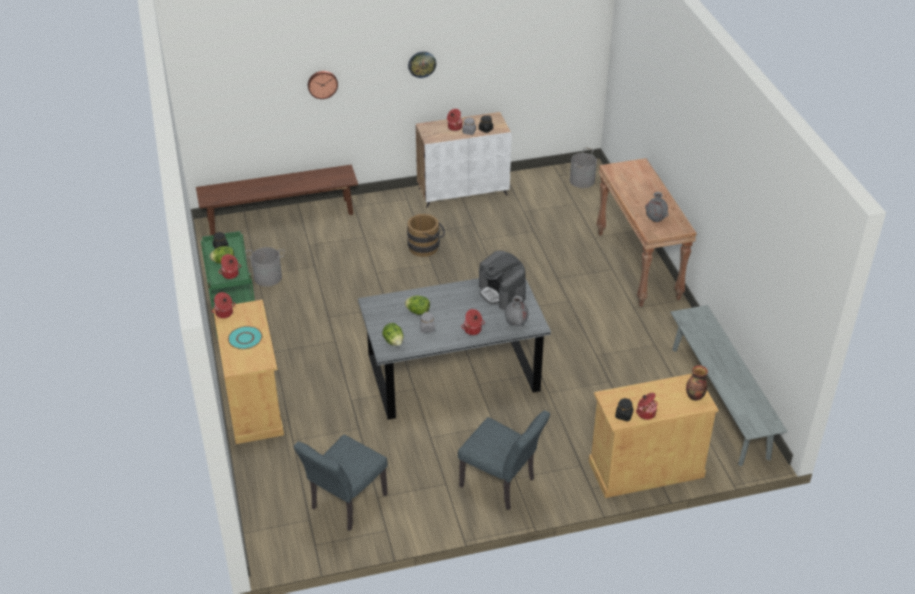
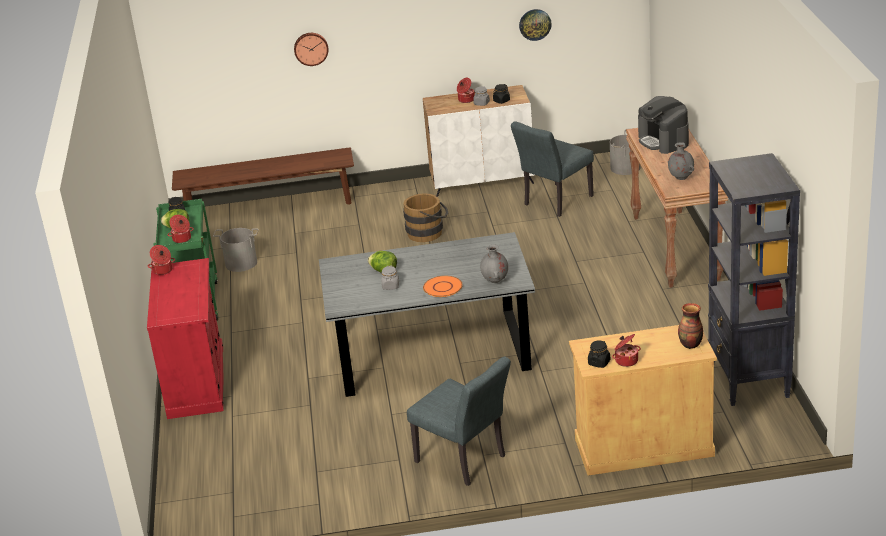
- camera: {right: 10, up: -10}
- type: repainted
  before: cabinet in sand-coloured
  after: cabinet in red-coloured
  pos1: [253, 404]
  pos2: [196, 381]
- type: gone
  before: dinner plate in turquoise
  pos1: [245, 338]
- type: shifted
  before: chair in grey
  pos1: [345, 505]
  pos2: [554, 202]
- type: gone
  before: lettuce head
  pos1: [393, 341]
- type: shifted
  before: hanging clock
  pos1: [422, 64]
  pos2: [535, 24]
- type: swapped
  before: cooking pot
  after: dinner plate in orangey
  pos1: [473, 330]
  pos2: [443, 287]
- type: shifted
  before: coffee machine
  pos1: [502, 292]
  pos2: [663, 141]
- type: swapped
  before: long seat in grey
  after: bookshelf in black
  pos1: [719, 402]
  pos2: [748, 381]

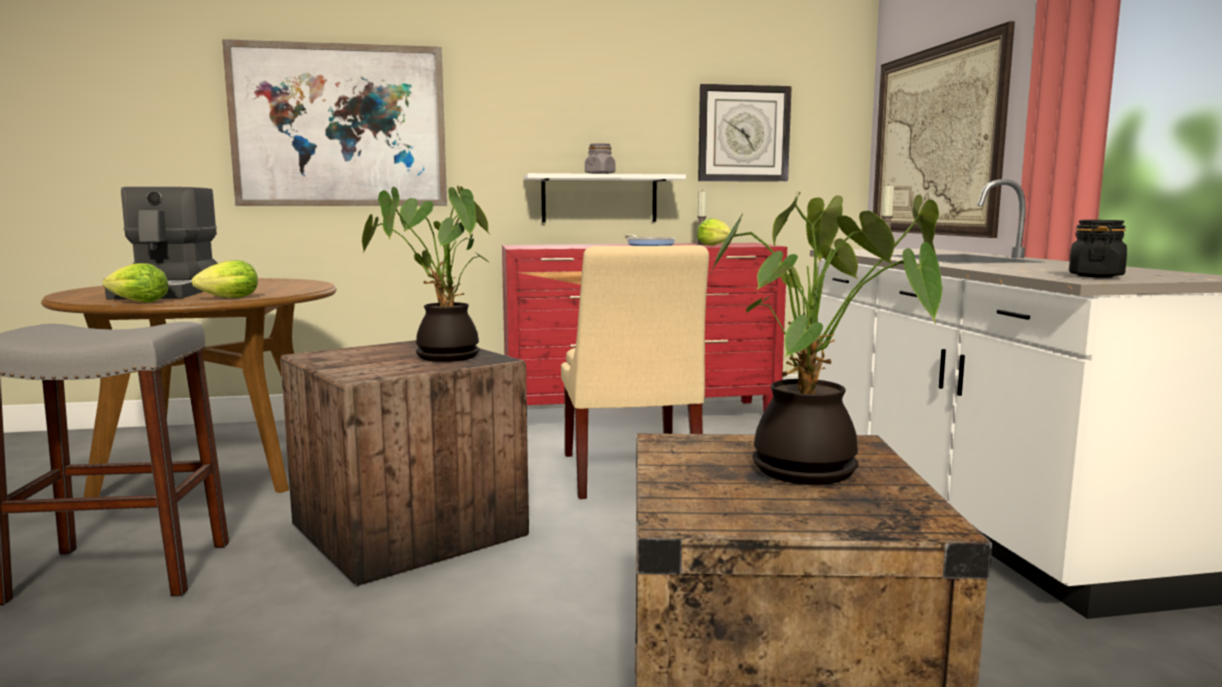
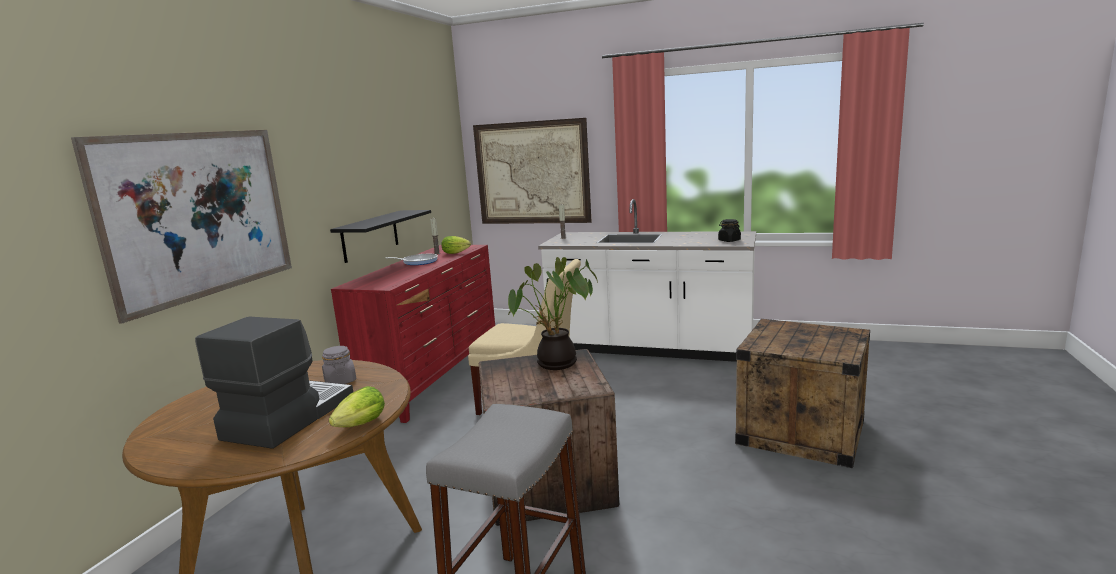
- camera: {right: -60, up: 5}
- type: rotated
  before: coffee machine
  pos1: [170, 292]
  pos2: [287, 417]
  turn: -90
- type: gone
  before: lettuce head
  pos1: [226, 298]
- type: repainted
  before: shelf in whitish
  after: shelf in black
  pos1: [599, 198]
  pos2: [370, 236]
- type: shifted
  before: preserve jar in grey
  pos1: [600, 174]
  pos2: [340, 381]
- type: gone
  before: hanging clock
  pos1: [743, 134]
- type: gone
  before: houseplant
  pos1: [813, 472]

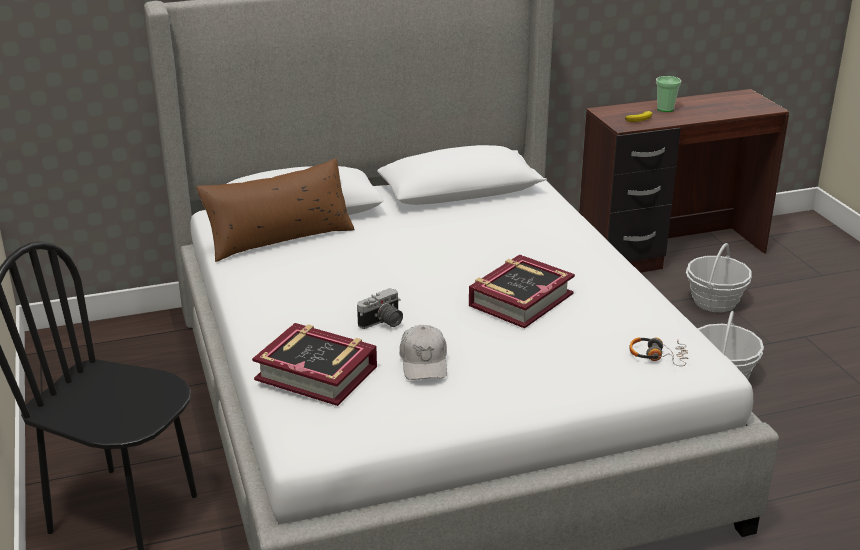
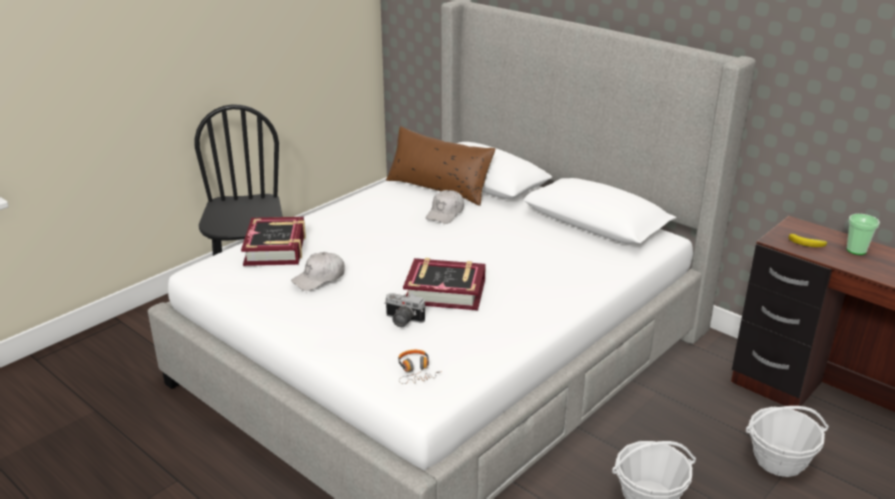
- camera: {right: 60, up: 0}
- type: shifted
  before: still camera
  pos1: [383, 323]
  pos2: [402, 321]
- type: new
  after: peaked cap in whitish
  pos2: [445, 213]

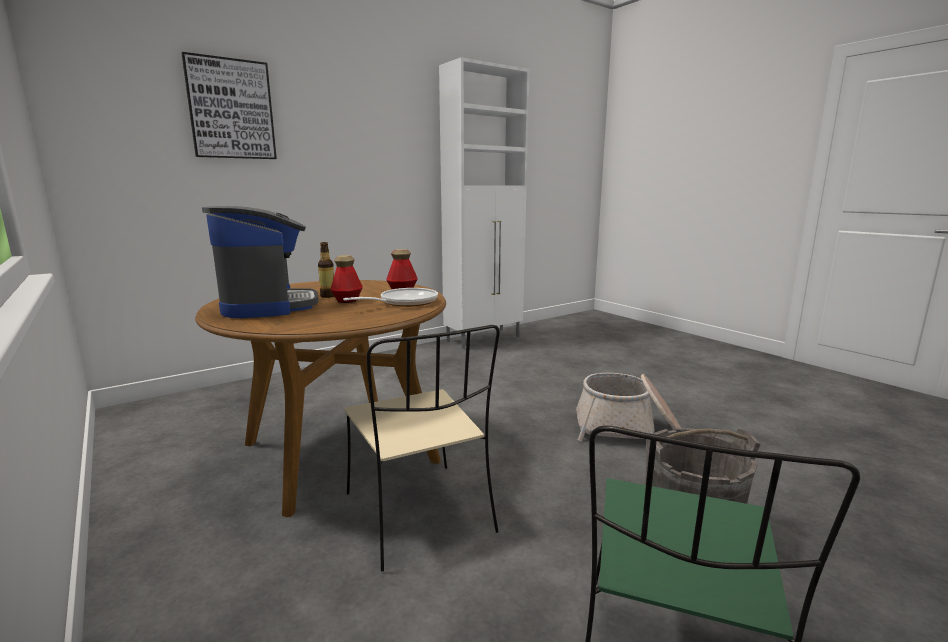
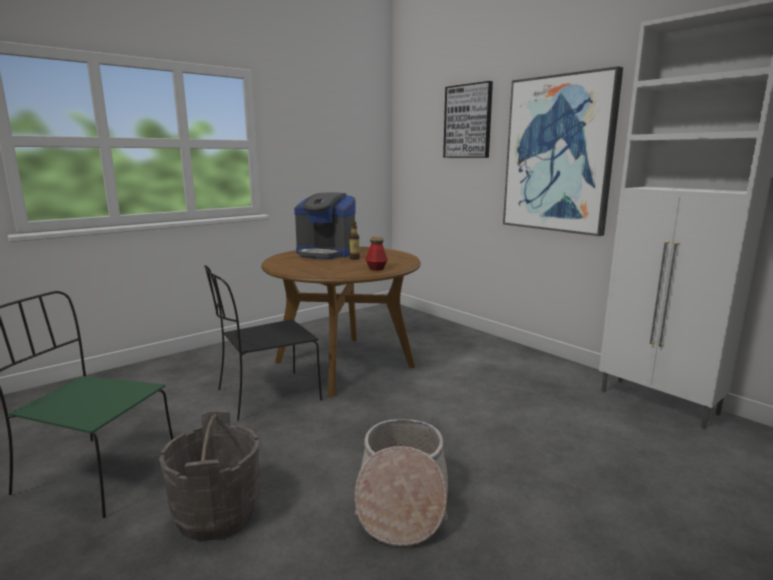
- camera: {right: 85, up: 0}
- type: rotated
  before: coffee machine
  pos1: [268, 306]
  pos2: [326, 253]
  turn: 45
- type: gone
  before: bottle
  pos1: [347, 300]
- type: gone
  before: frying pan
  pos1: [404, 302]
- type: repainted
  before: chair in sand-coloured
  after: chair in black
  pos1: [420, 515]
  pos2: [266, 396]
- type: new
  after: picture
  pos2: [558, 155]

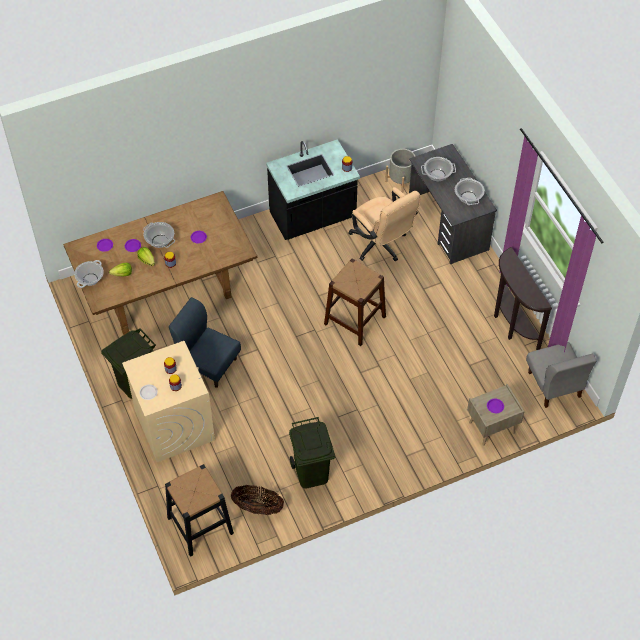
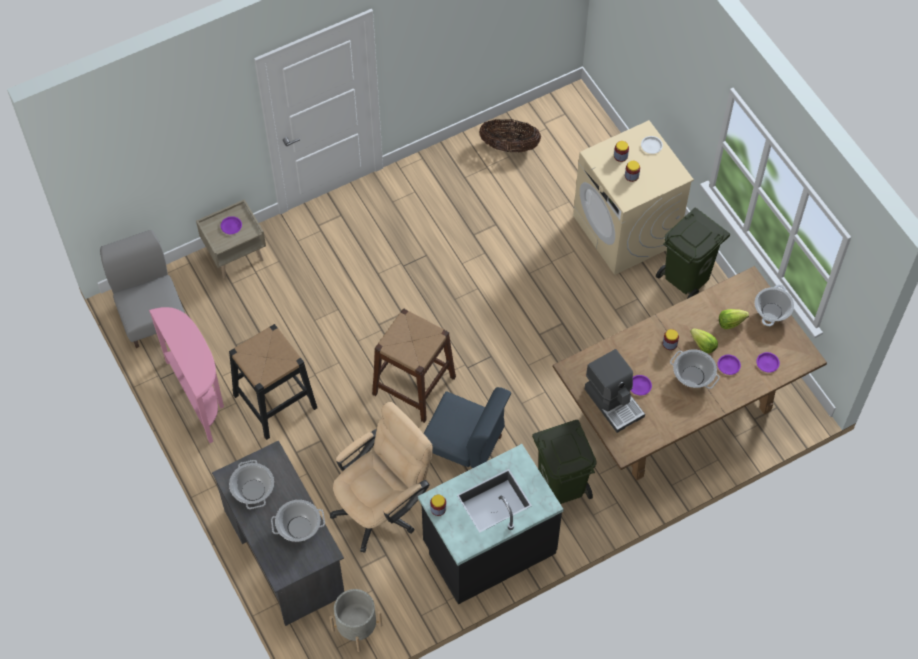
- camera: {right: 175, up: 5}
- type: shifted
  before: stool seat in black
  pos1: [200, 525]
  pos2: [275, 401]
- type: shifted
  before: chair in bluish
  pos1: [208, 363]
  pos2: [465, 447]
- type: shifted
  before: trash can in green-coloured
  pos1: [311, 473]
  pos2: [562, 485]
- type: rotated
  before: office chair in sand-coloured
  pos1: [381, 245]
  pos2: [383, 506]
  turn: 90
- type: repainted
  before: hall table in brownish
  after: hall table in pinkish
  pos1: [512, 324]
  pos2: [200, 395]
- type: new
  after: coffee machine
  pos2: [614, 401]

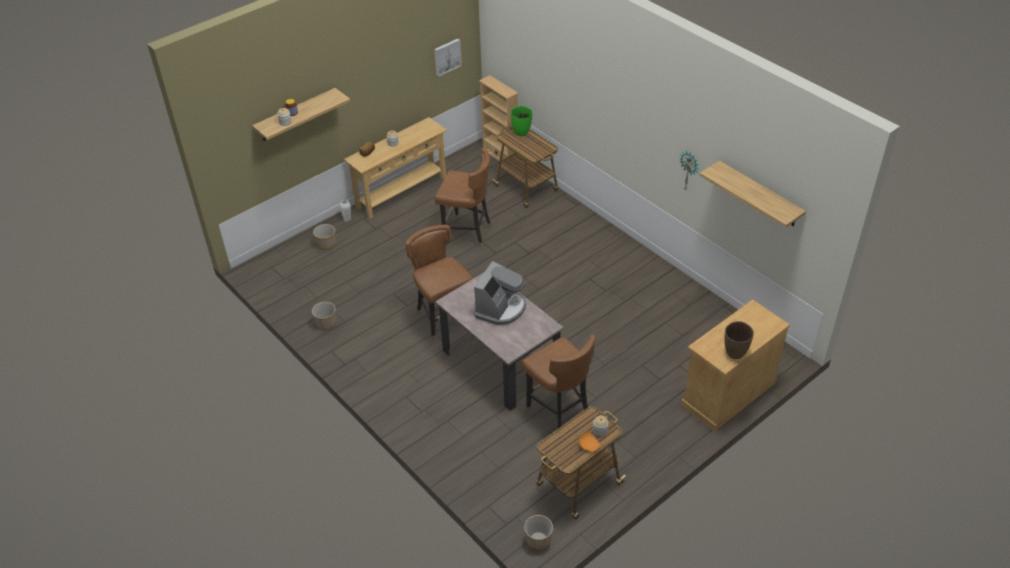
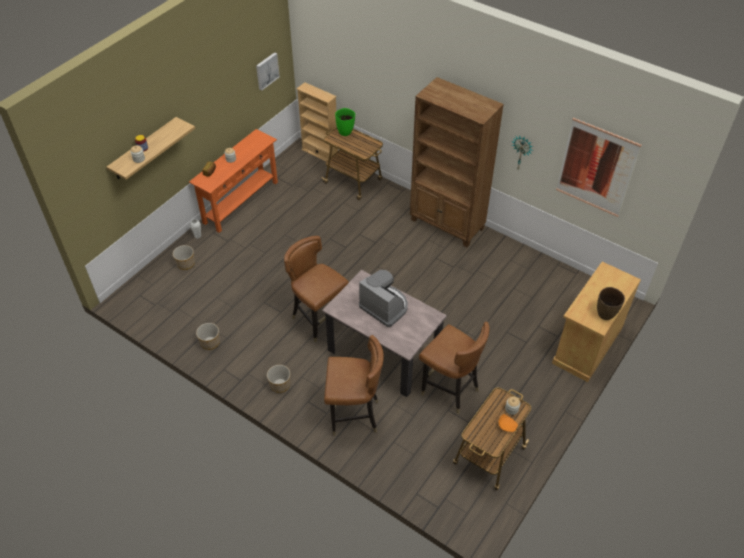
- camera: {right: -15, up: 5}
- type: repainted
  before: hall table in sand-coloured
  after: hall table in orangey
  pos1: [401, 192]
  pos2: [240, 202]
- type: shifted
  before: chair in brownish
  pos1: [467, 234]
  pos2: [354, 416]
- type: rotated
  before: coffee machine
  pos1: [501, 308]
  pos2: [384, 306]
  turn: -60
- type: shifted
  before: flower pot
  pos1: [538, 540]
  pos2: [280, 385]
- type: swapped
  before: shelf
  after: picture
  pos1: [759, 194]
  pos2: [596, 167]
- type: new
  after: bookshelf in brownish
  pos2: [447, 224]

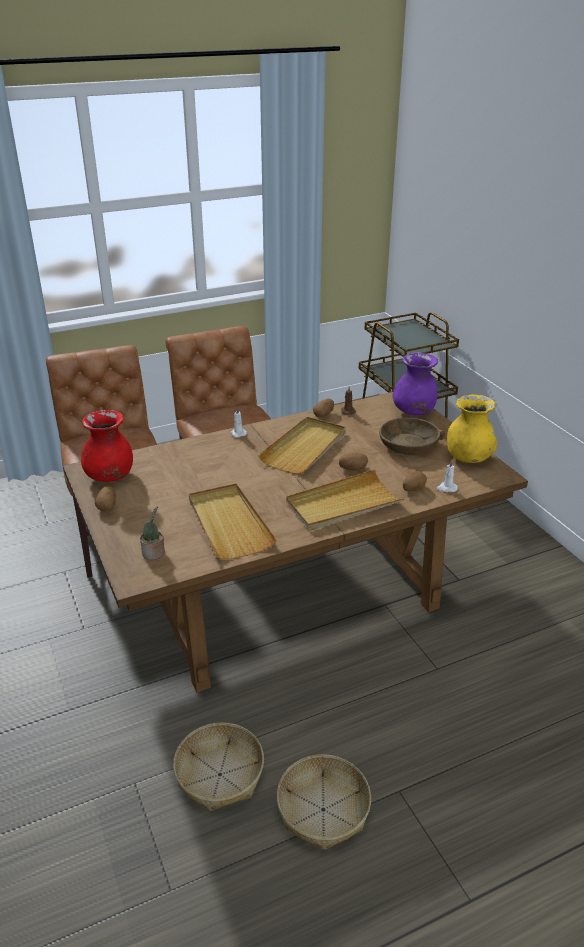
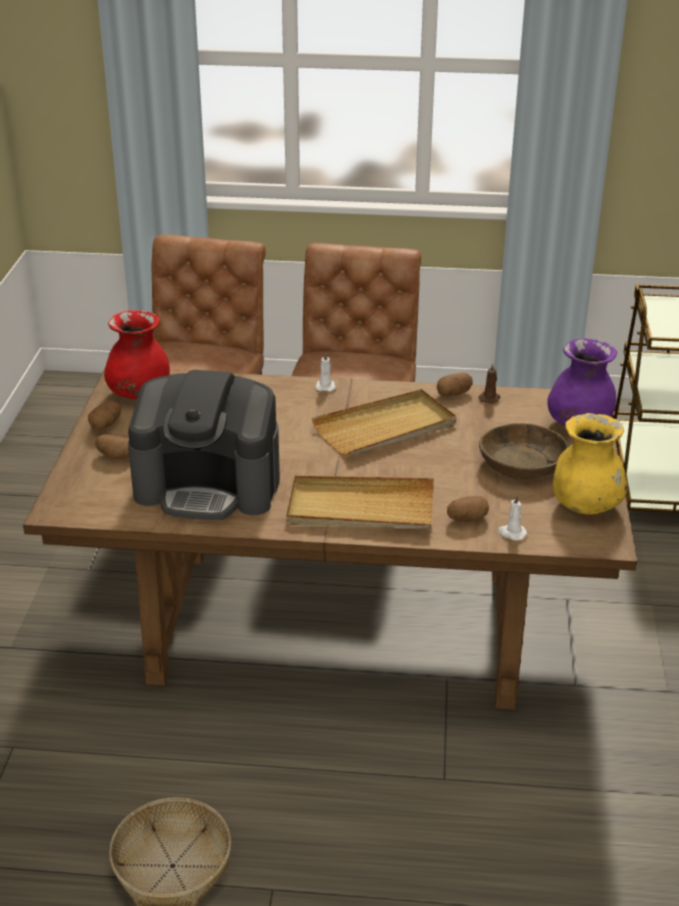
- camera: {right: 30, up: 0}
- type: gone
  before: houseplant
  pos1: [154, 553]
- type: gone
  before: basket
  pos1: [219, 774]
- type: swapped
  before: carrying tray in sand-coloured
  after: coffee machine
  pos1: [228, 523]
  pos2: [209, 486]
- type: shifted
  before: spud
  pos1: [353, 468]
  pos2: [115, 456]

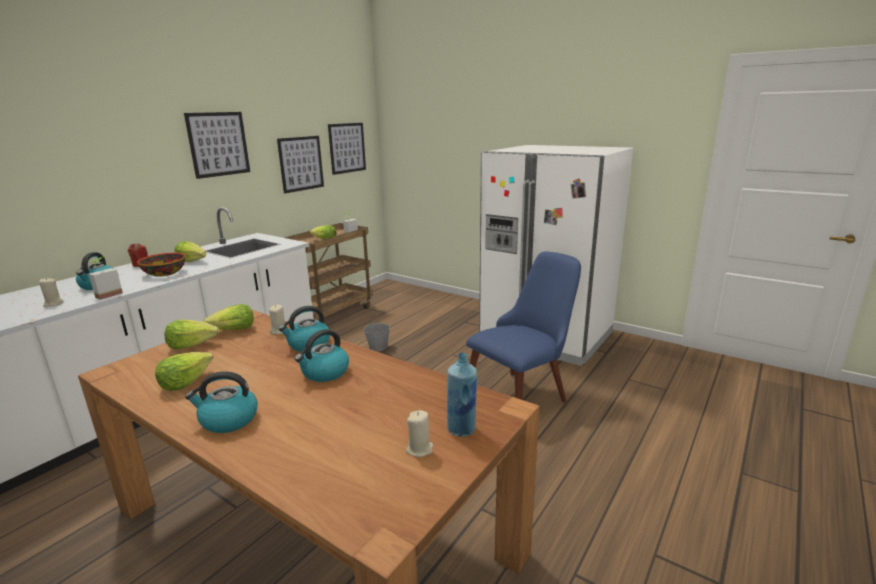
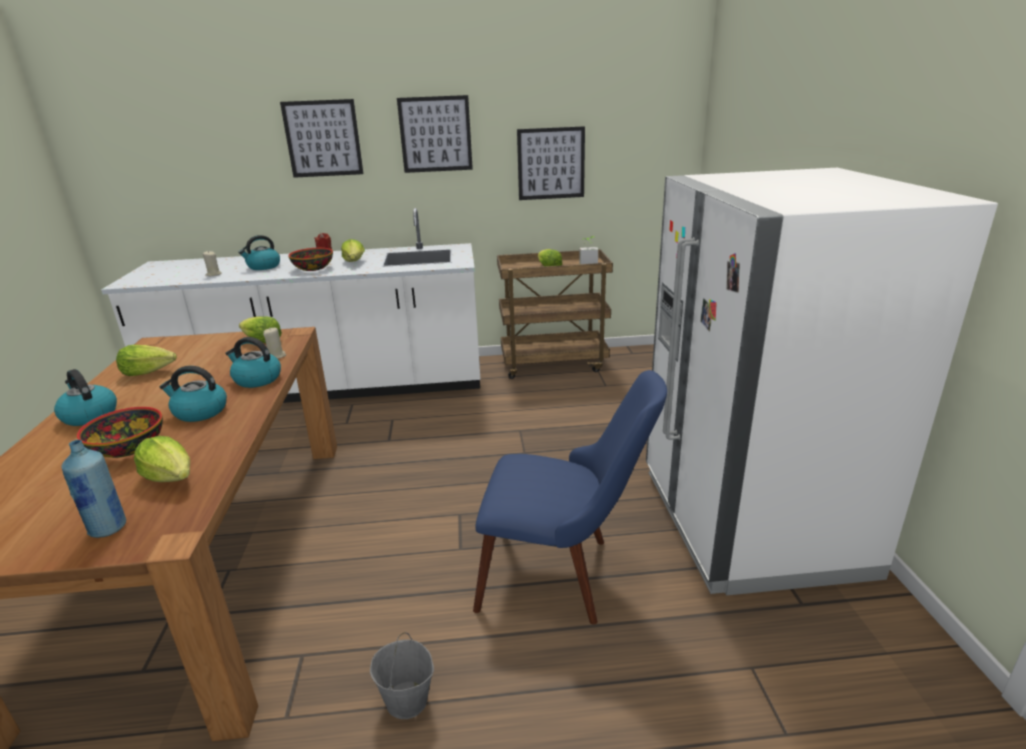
- camera: {right: 50, up: 5}
- type: gone
  before: houseplant
  pos1: [107, 294]
- type: shifted
  before: lettuce head
  pos1: [192, 345]
  pos2: [171, 477]
- type: shifted
  before: picture
  pos1: [347, 148]
  pos2: [323, 138]
- type: shifted
  before: bucket in grey
  pos1: [378, 347]
  pos2: [407, 700]
- type: gone
  before: wax light in sand-coloured
  pos1: [420, 449]
- type: new
  after: deep dish
  pos2: [129, 447]

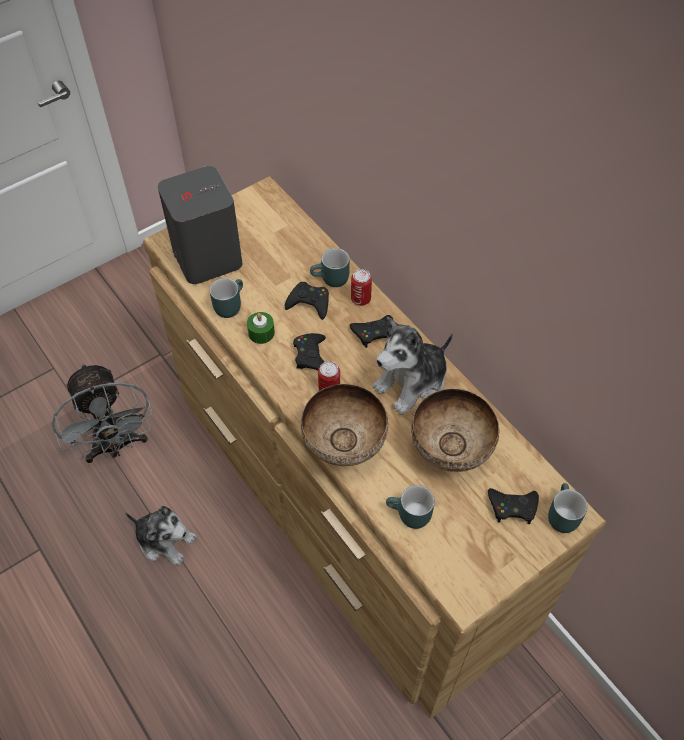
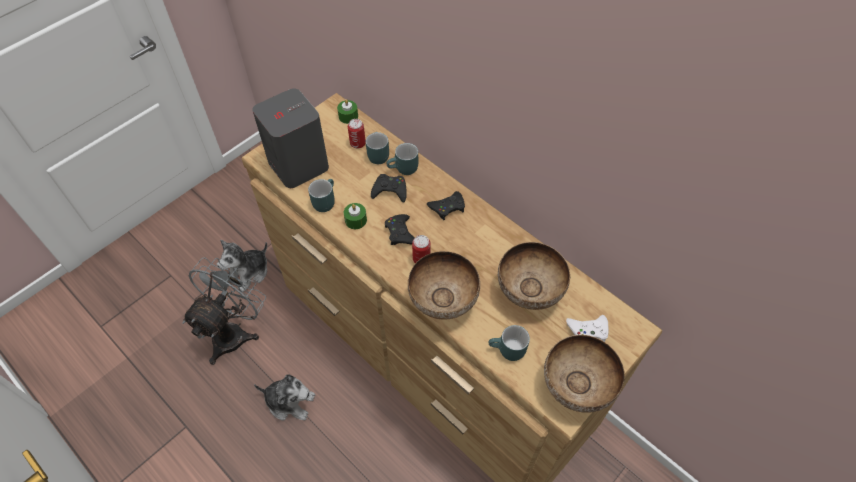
- camera: {right: -10, up: 0}
- type: rotated
  before: fan in grey
  pos1: [116, 446]
  pos2: [234, 331]
  turn: -120
- type: shifted
  before: metal can
  pos1: [360, 299]
  pos2: [357, 143]
- type: shifted
  before: plush toy
  pos1: [412, 383]
  pos2: [249, 273]
- type: repainted
  before: joypad in black
  after: joypad in whitish
  pos1: [512, 507]
  pos2: [588, 331]
- type: shifted
  before: coffee mug in turquoise
  pos1: [560, 515]
  pos2: [376, 154]
- type: new
  after: wax light in green-coloured
  pos2: [348, 116]
- type: new
  after: deep dish
  pos2: [575, 388]

